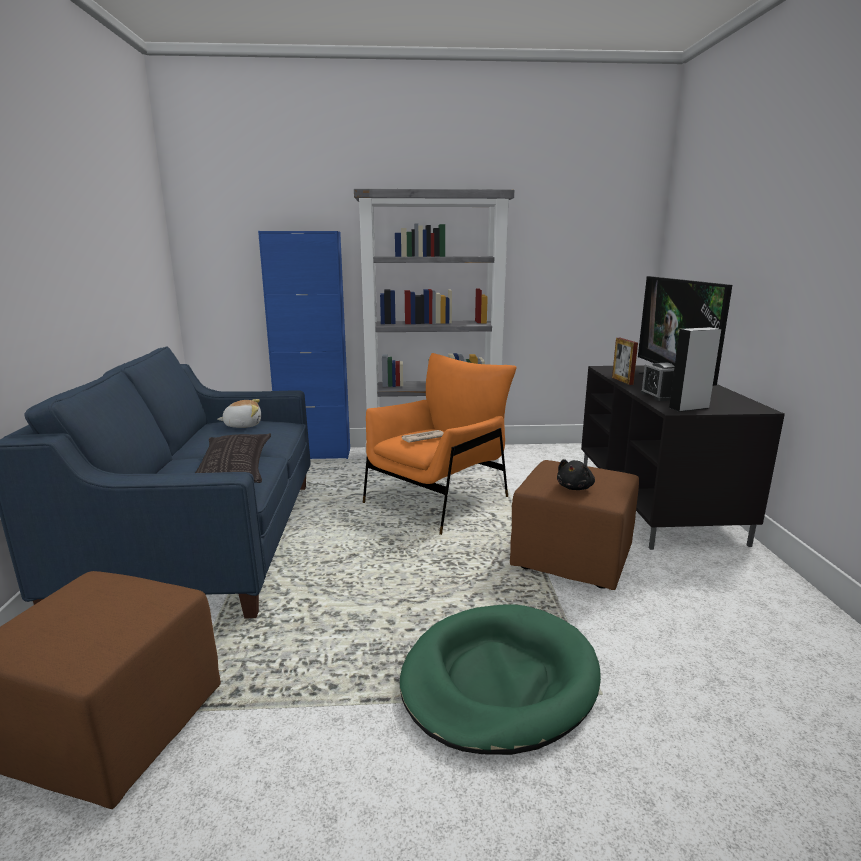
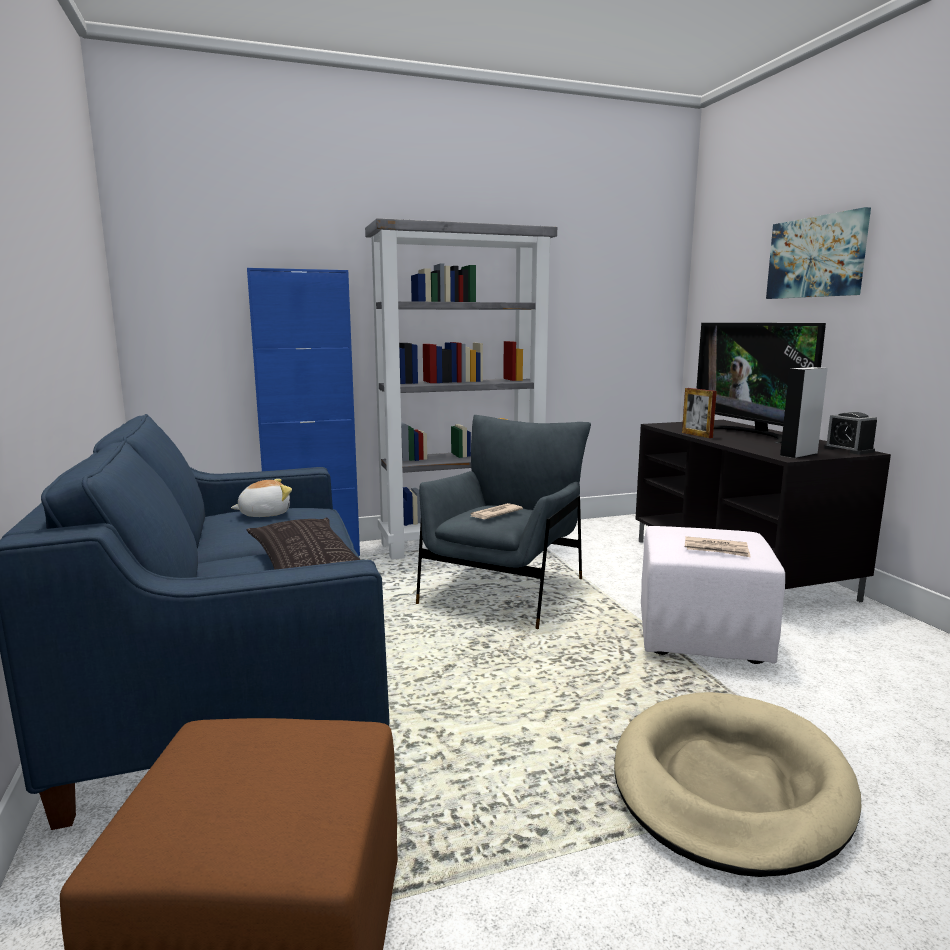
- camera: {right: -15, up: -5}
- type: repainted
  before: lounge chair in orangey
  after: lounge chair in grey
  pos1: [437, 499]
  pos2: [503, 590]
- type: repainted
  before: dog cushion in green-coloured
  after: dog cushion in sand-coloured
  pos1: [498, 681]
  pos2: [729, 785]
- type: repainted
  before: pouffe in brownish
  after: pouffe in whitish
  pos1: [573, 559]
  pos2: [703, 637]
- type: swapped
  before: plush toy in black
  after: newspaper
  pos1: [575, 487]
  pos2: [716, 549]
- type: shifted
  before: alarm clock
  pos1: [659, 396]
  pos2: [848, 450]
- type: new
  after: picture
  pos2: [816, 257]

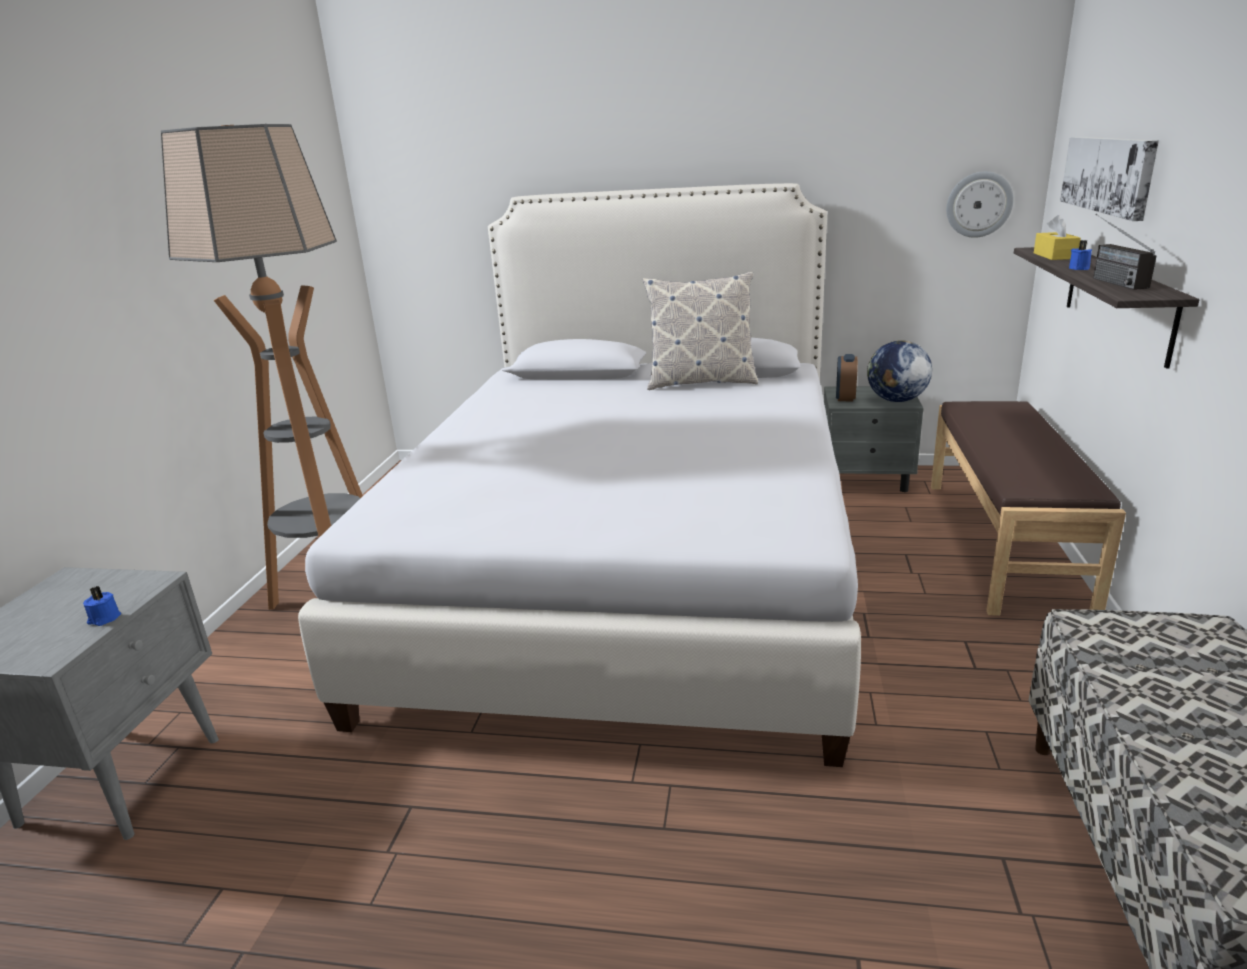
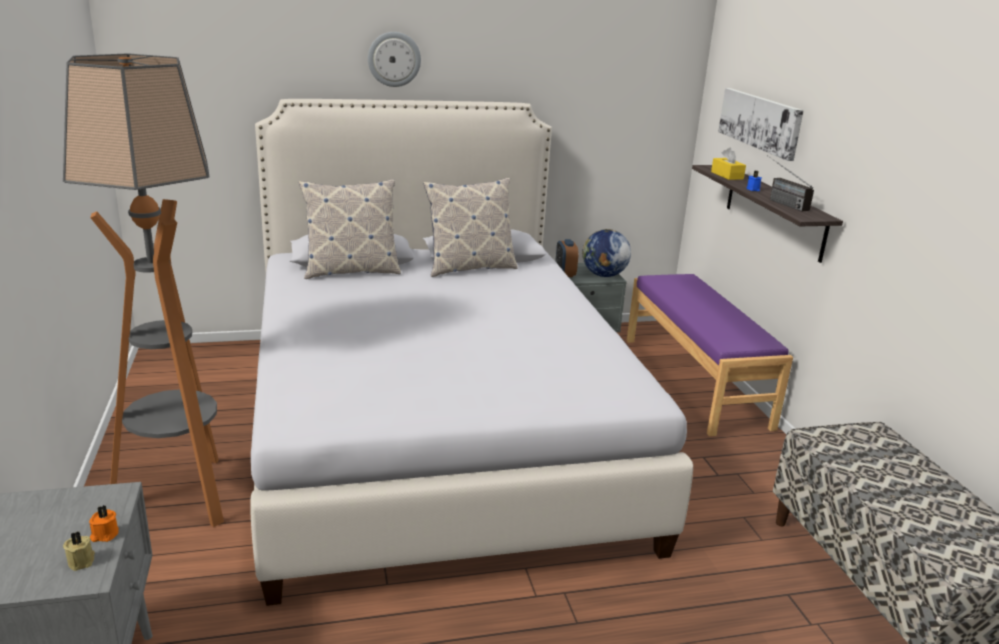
- camera: {right: -25, up: 0}
- type: repainted
  before: wax light in bluish
  after: wax light in orangey
  pos1: [104, 619]
  pos2: [104, 535]
- type: repainted
  before: long seat in brownish
  after: long seat in purple
  pos1: [1004, 542]
  pos2: [695, 381]
- type: shifted
  before: hanging clock
  pos1: [979, 204]
  pos2: [394, 59]
- type: new
  after: wax light in sand-coloured
  pos2: [82, 561]
- type: new
  after: cushion
  pos2: [351, 271]

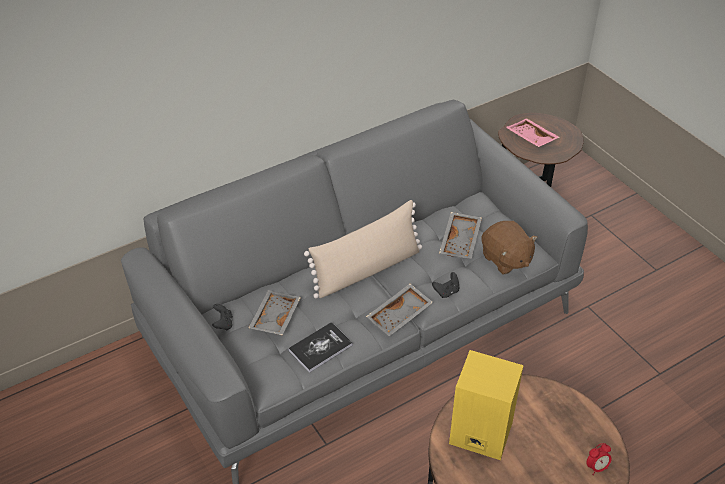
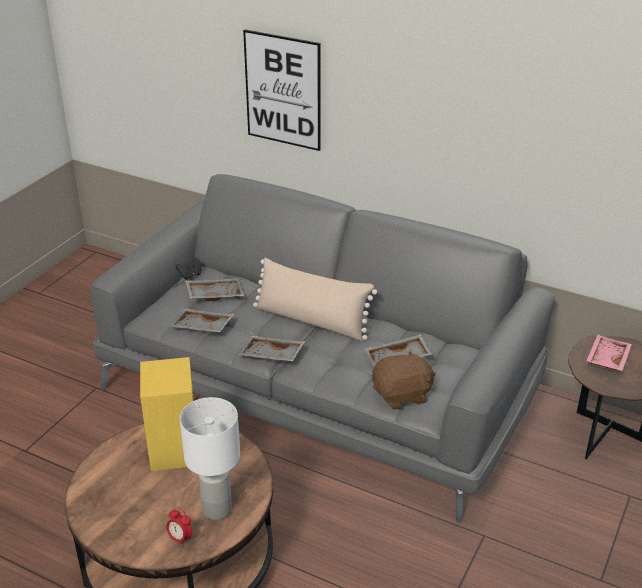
- camera: {right: 60, up: -10}
- type: swapped
  before: volume
  after: carrying tray in grey
  pos1: [320, 348]
  pos2: [202, 328]
- type: gone
  before: joypad in black
  pos1: [446, 292]
- type: rotated
  before: plush toy in brownish
  pos1: [505, 259]
  pos2: [402, 395]
  turn: -135
- type: new
  after: lamp for a table in whitish
  pos2: [216, 509]
- type: new
  after: picture
  pos2: [283, 90]

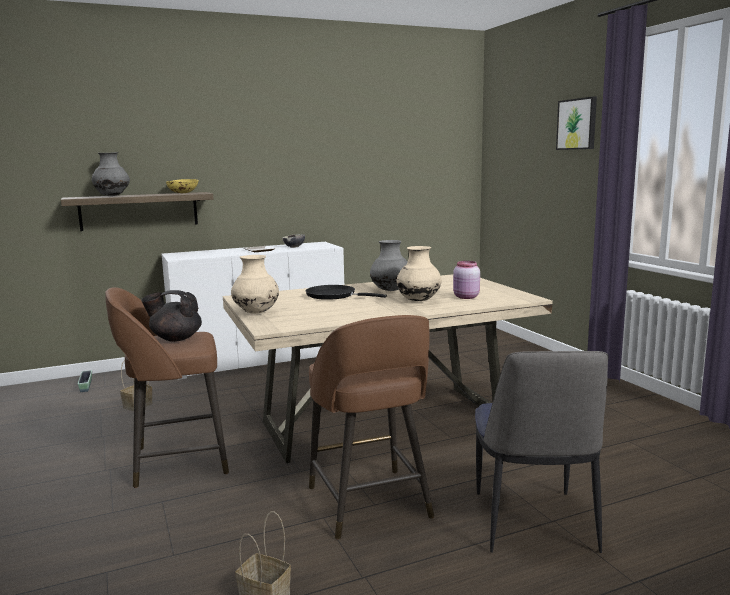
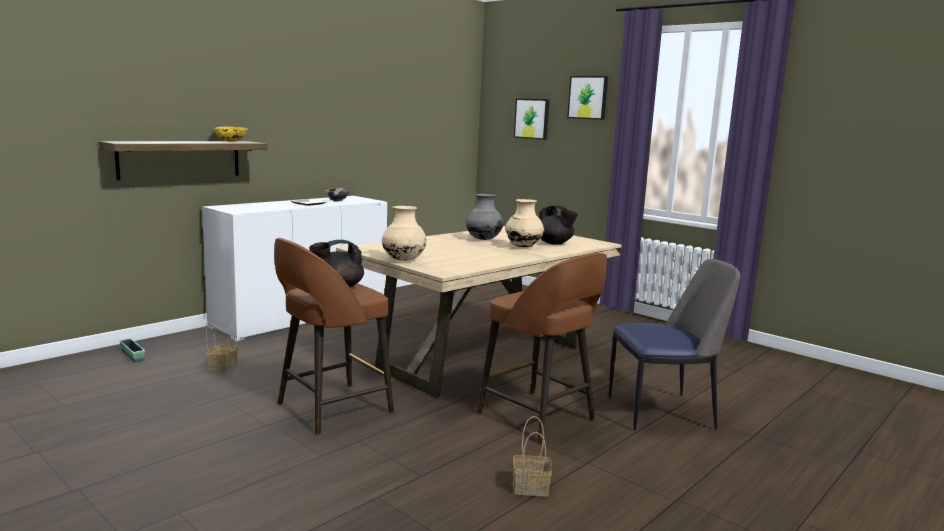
- camera: {right: -25, up: 0}
- type: gone
  before: vase in grey
  pos1: [112, 196]
- type: gone
  before: frying pan in black
  pos1: [334, 296]
- type: swapped
  before: preserve jar in pinkish
  after: teapot in black
  pos1: [466, 297]
  pos2: [554, 243]
- type: rotated
  before: chair
  pos1: [533, 524]
  pos2: [663, 413]
  turn: -75
- type: new
  after: picture
  pos2: [532, 118]

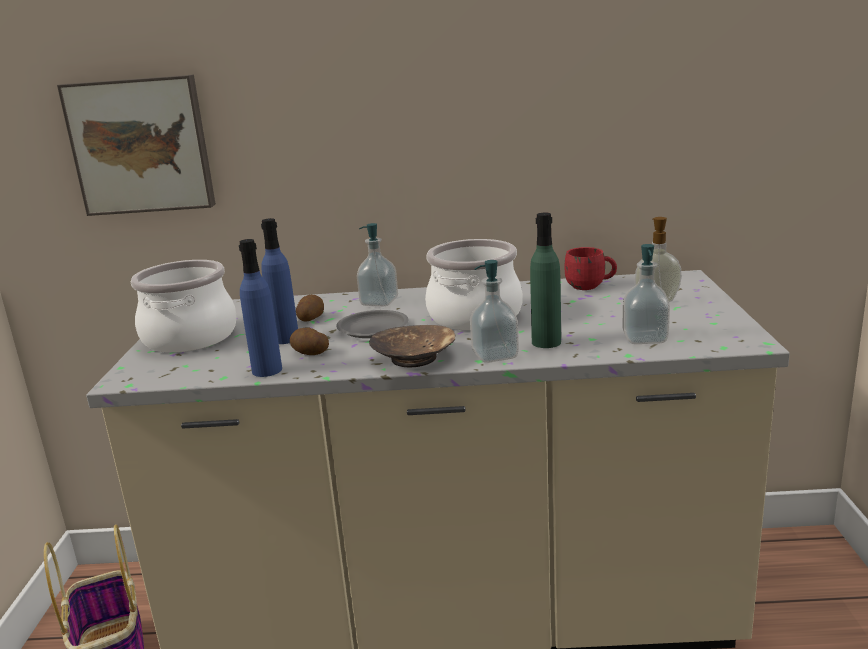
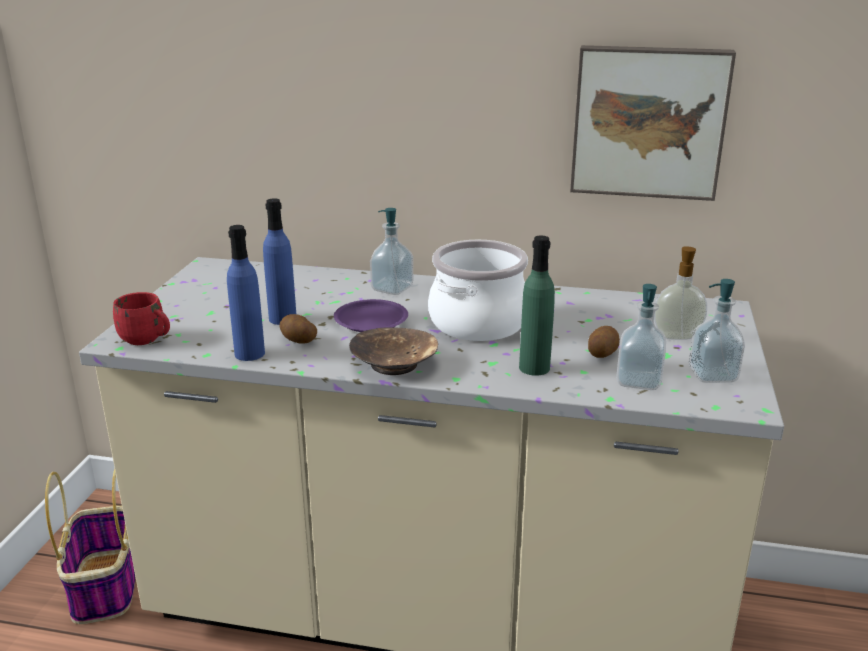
- camera: {right: 10, up: 5}
- type: shifted
  before: picture
  pos1: [142, 145]
  pos2: [648, 121]
- type: gone
  before: cooking pot
  pos1: [189, 337]
- type: shifted
  before: spud
  pos1: [310, 318]
  pos2: [602, 353]
- type: repainted
  before: dinner plate in grey
  after: dinner plate in purple
  pos1: [373, 329]
  pos2: [371, 321]
- type: shifted
  before: soap dispenser
  pos1: [495, 355]
  pos2: [712, 375]
- type: shifted
  before: coffee mug in red-coloured
  pos1: [590, 286]
  pos2: [147, 340]

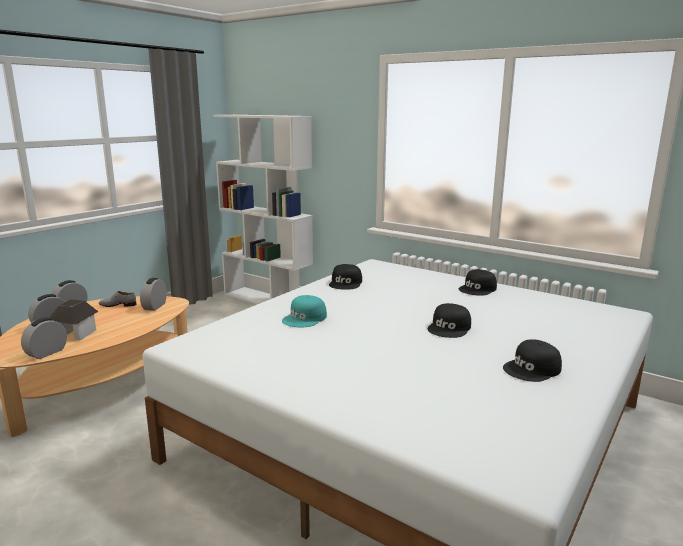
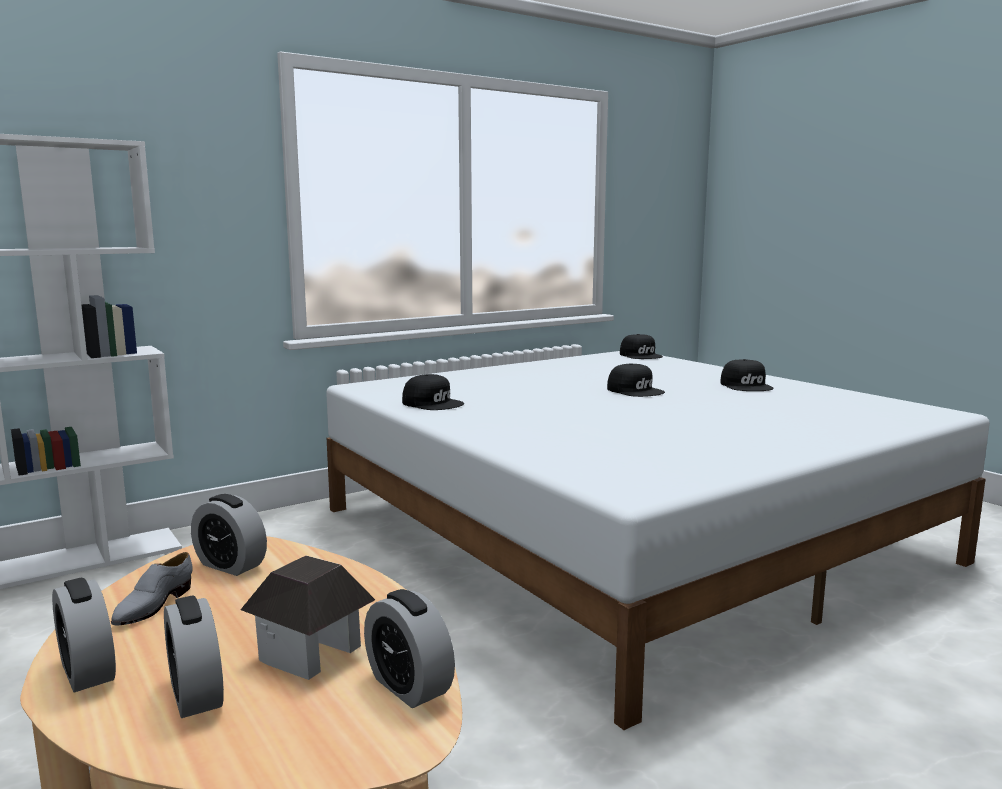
- camera: {right: -70, up: -5}
- type: gone
  before: peaked cap in turquoise
  pos1: [305, 318]
- type: shifted
  before: peaked cap in black
  pos1: [478, 289]
  pos2: [641, 355]

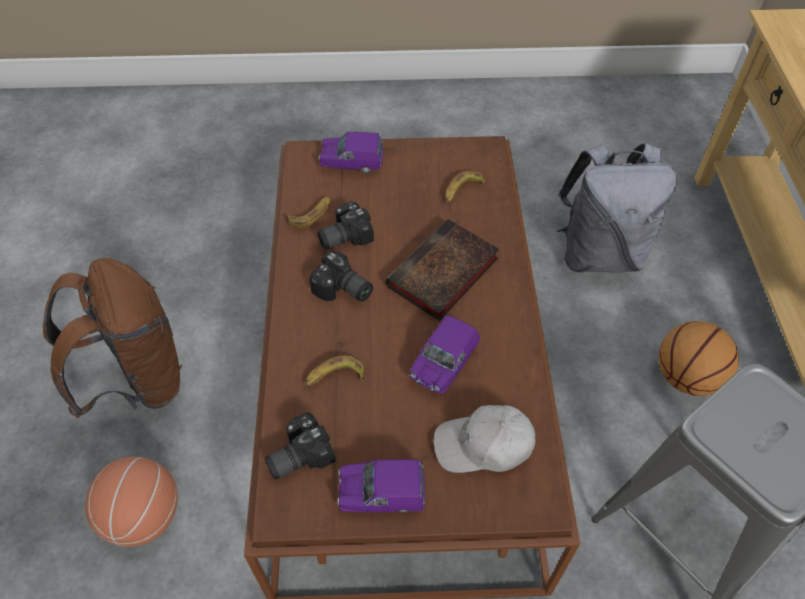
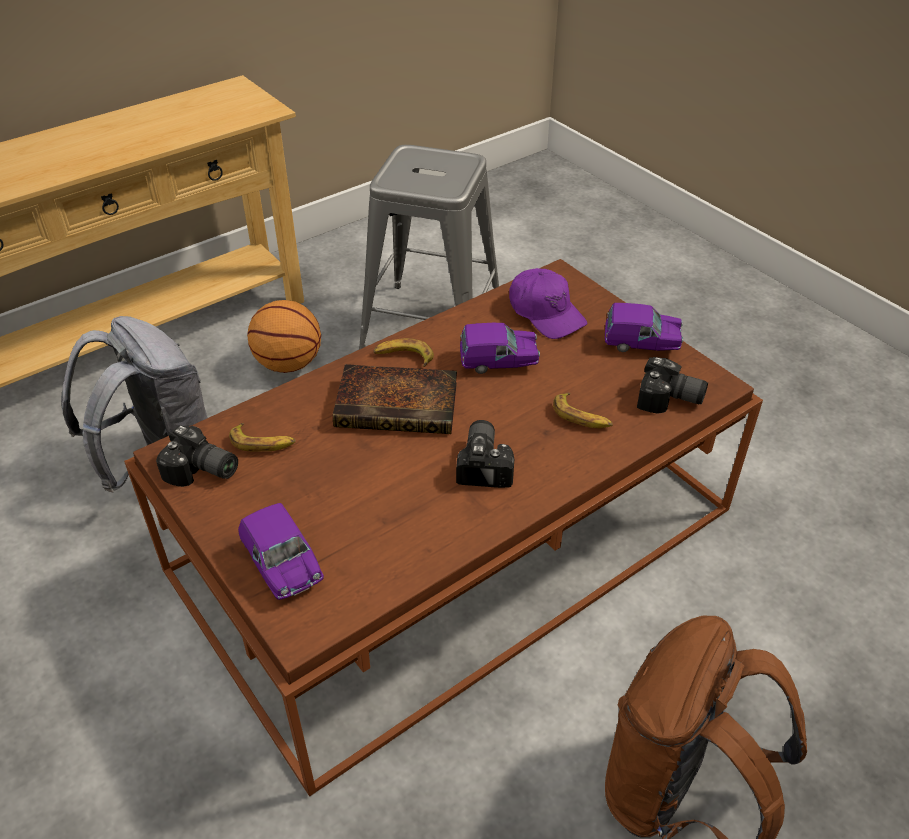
- camera: {right: -125, up: -10}
- type: gone
  before: basketball
  pos1: [144, 517]
- type: shifted
  before: banana fruit
  pos1: [311, 214]
  pos2: [404, 357]
- type: shifted
  before: still camera
  pos1: [343, 236]
  pos2: [201, 472]
- type: rotated
  before: model car in purple
  pos1: [382, 494]
  pos2: [641, 343]
  turn: -45
- type: repainted
  before: peaked cap in whitish
  after: peaked cap in purple
  pos1: [484, 445]
  pos2: [546, 313]

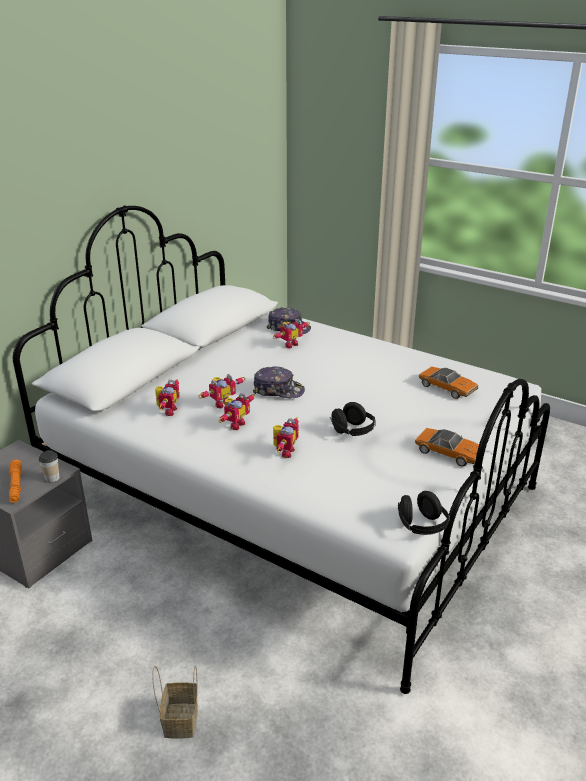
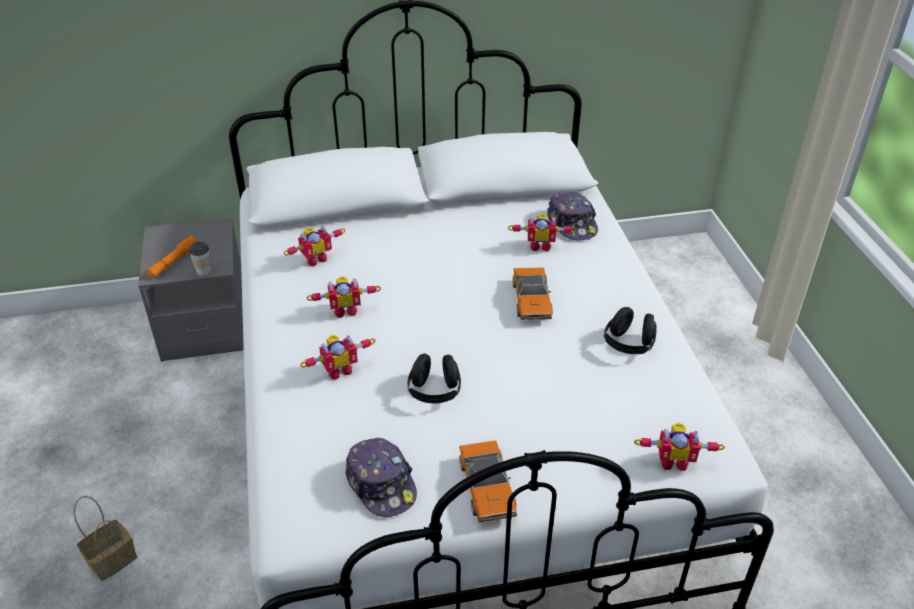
- camera: {right: 45, up: 10}
- type: shifted
  before: model robot
  pos1: [221, 403]
  pos2: [673, 460]
- type: shifted
  before: peaked cap
  pos1: [278, 390]
  pos2: [381, 484]
- type: shifted
  before: headset in black
  pos1: [421, 526]
  pos2: [629, 344]
- type: shifted
  before: model car
  pos1: [447, 388]
  pos2: [531, 301]

